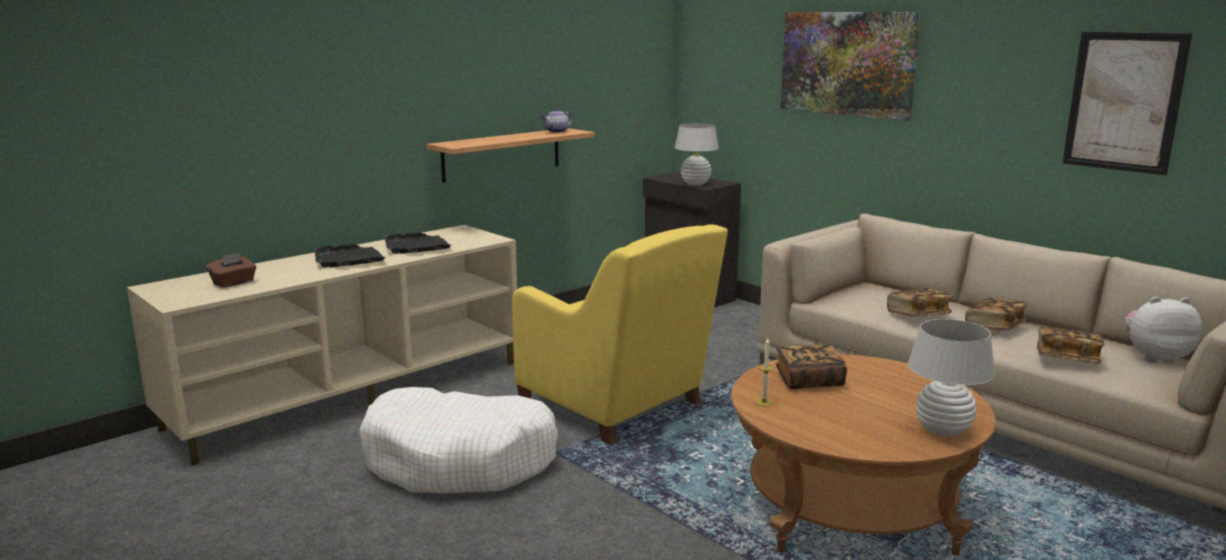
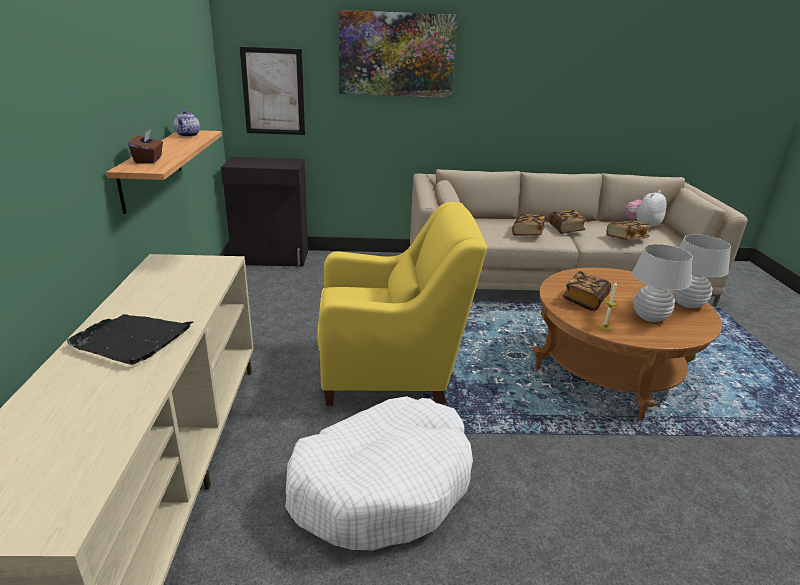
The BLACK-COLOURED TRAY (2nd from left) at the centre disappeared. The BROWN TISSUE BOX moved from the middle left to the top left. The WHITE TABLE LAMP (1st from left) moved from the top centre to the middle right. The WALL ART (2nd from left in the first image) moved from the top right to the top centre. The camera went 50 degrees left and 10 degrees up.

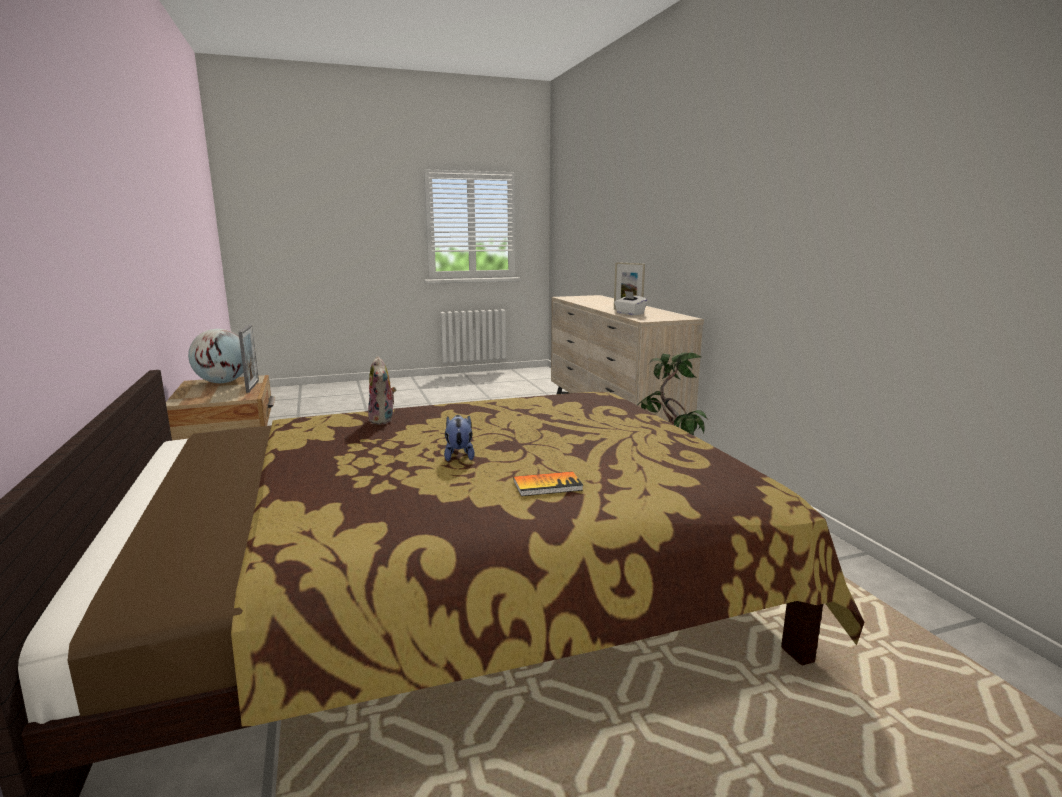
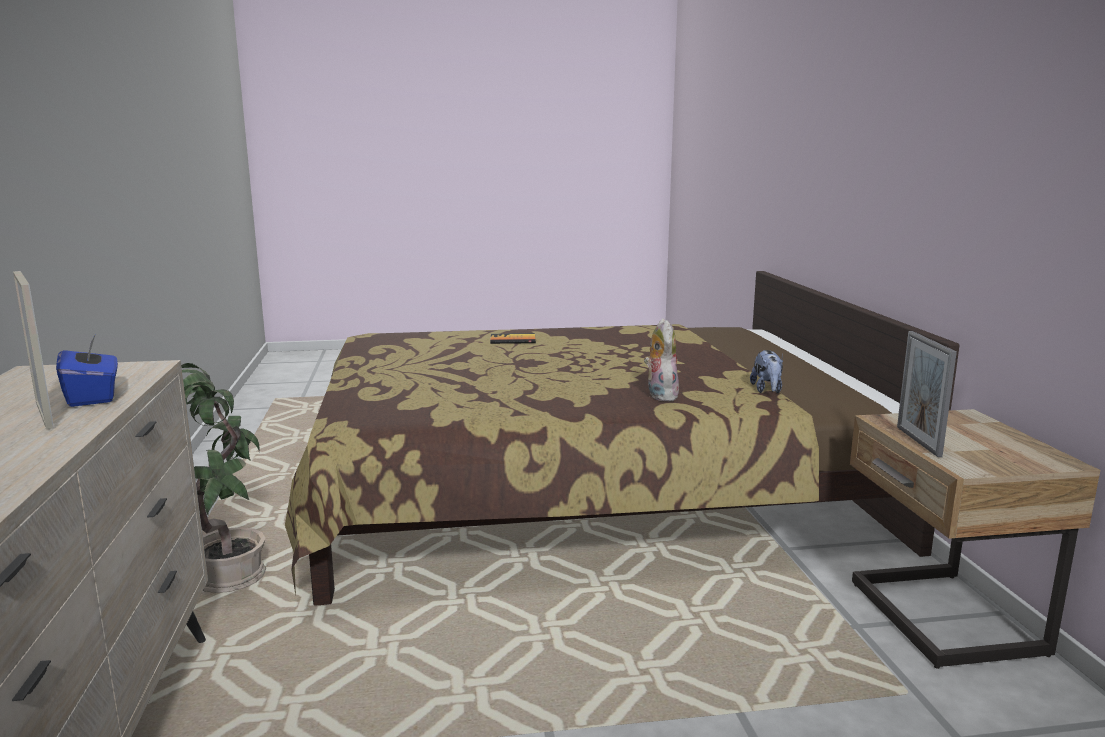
The DESK GLOBE at the middle left disappeared. The PLUSH TOY (2nd from left) moved from the centre to the middle right. The WHITE TISSUE BOX at the centre became the BLUE-COLOURED TISSUE BOX at the middle left. The camera went 170 degrees left and 0 degrees up.

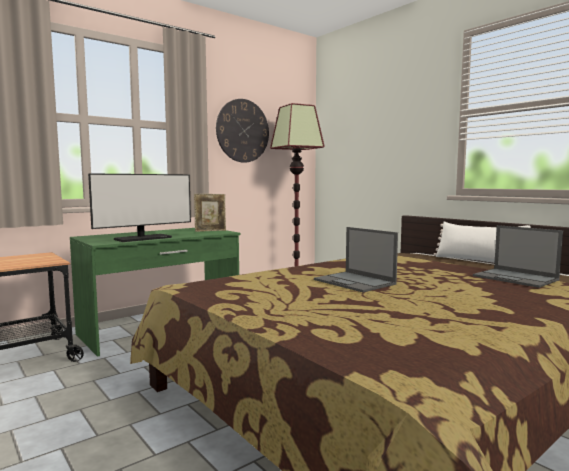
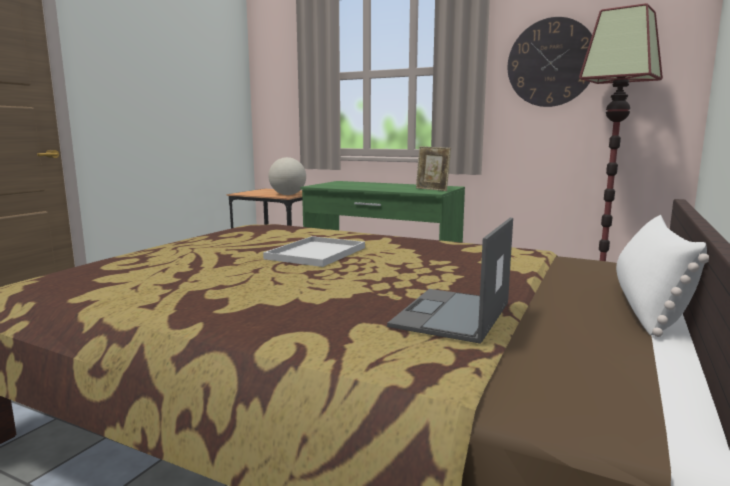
The MONITOR at the middle left disappeared. The DESK GLOBE at the centre appeared. The PORTABLE COMPUTER (1st from left) at the centre was replaced by the WHITE TRAY at the centre. The camera went 65 degrees right and 5 degrees up.

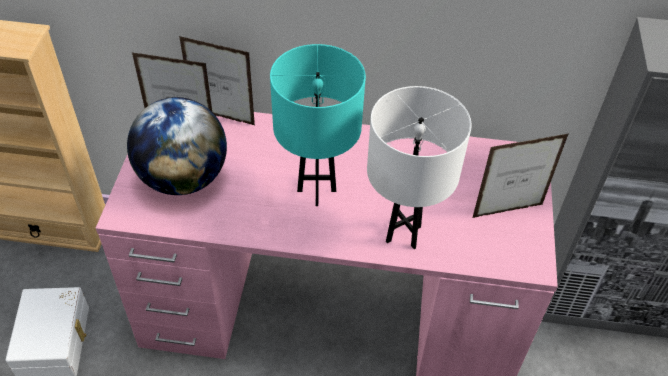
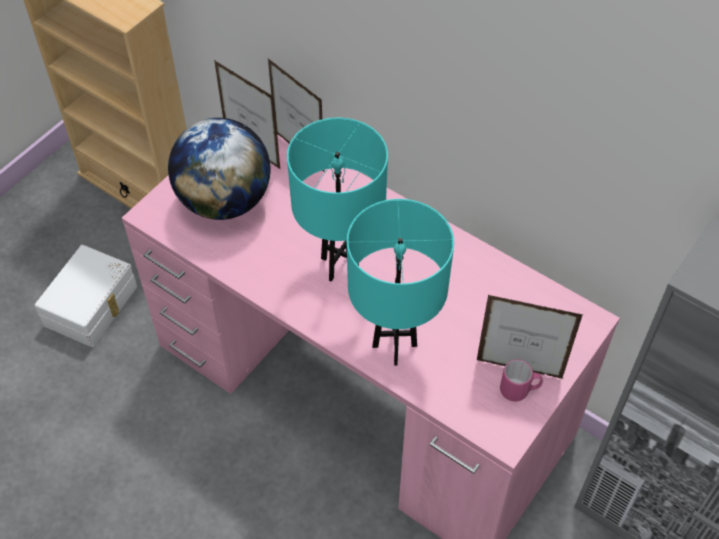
The PINK-COLOURED COFFEE MUG at the bottom right appeared. The WHITE TABLE LAMP at the centre became the BLUE-GREEN TABLE LAMP (2nd from left) at the centre. The camera went 30 degrees right and 5 degrees up.

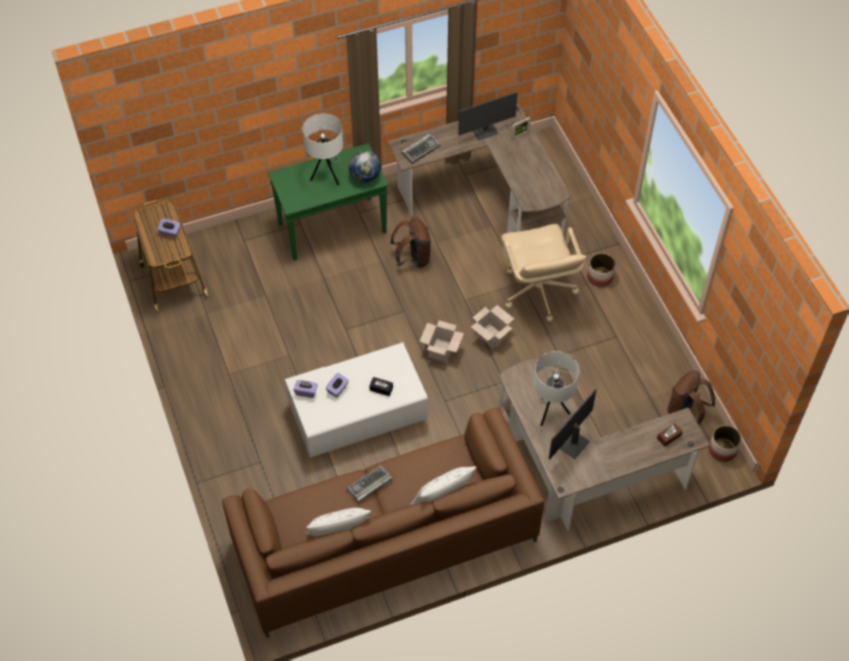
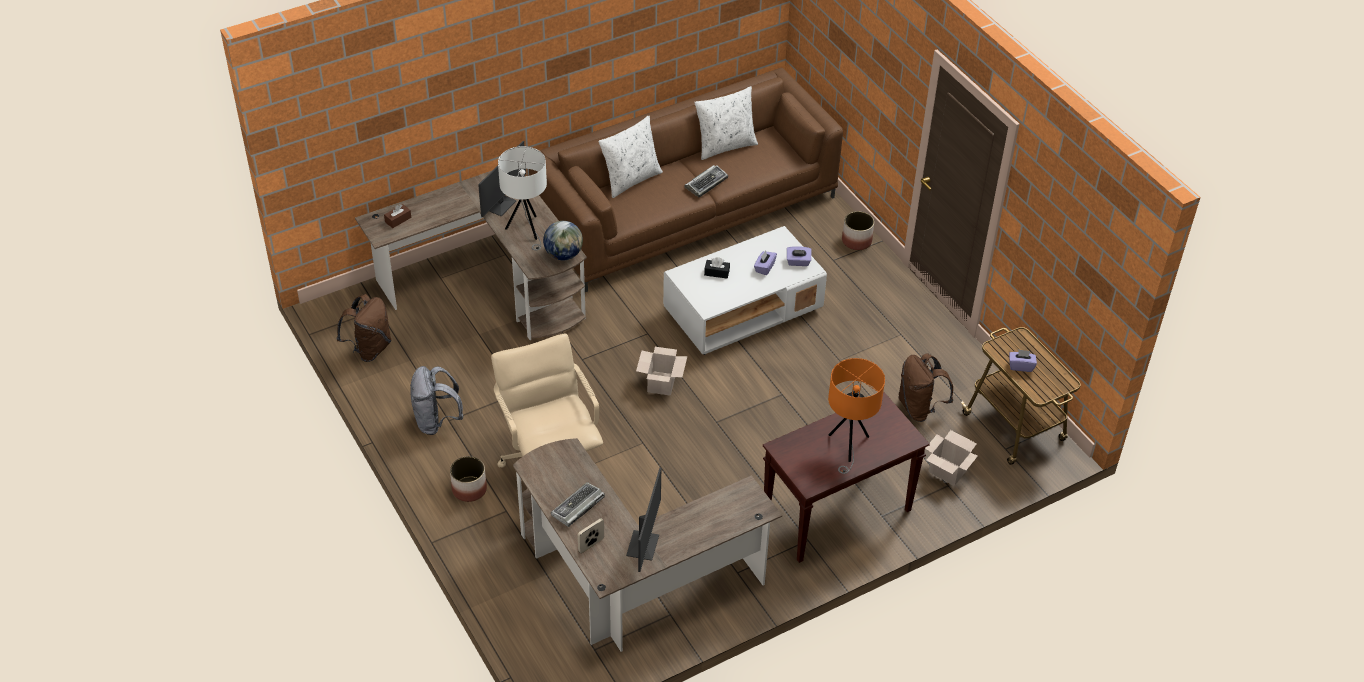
The GREY RUCKSACK at the middle left appeared. The DESK GLOBE moved from the top centre to the centre. The BROWN RUCKSACK (1st from left in the first image) moved from the centre to the middle right. The COMPUTER KEYBOARD (2nd from left in the first image) moved from the top centre to the bottom centre. The CARDBOARD BOX (2nd from left) moved from the centre to the bottom right. The PLANT POT (2nd from left) moved from the bottom right to the centre. The GREEN-COLOURED NARROW TABLE at the top centre became the BROWN NARROW TABLE at the bottom centre. The WHITE TABLE LAMP (1st from left) at the top centre became the ORANGE-COLOURED TABLE LAMP at the centre. The MONITOR (1st from left in the first image) at the top centre turned 135 degrees clockwise. The camera went 170 degrees right and 10 degrees down.

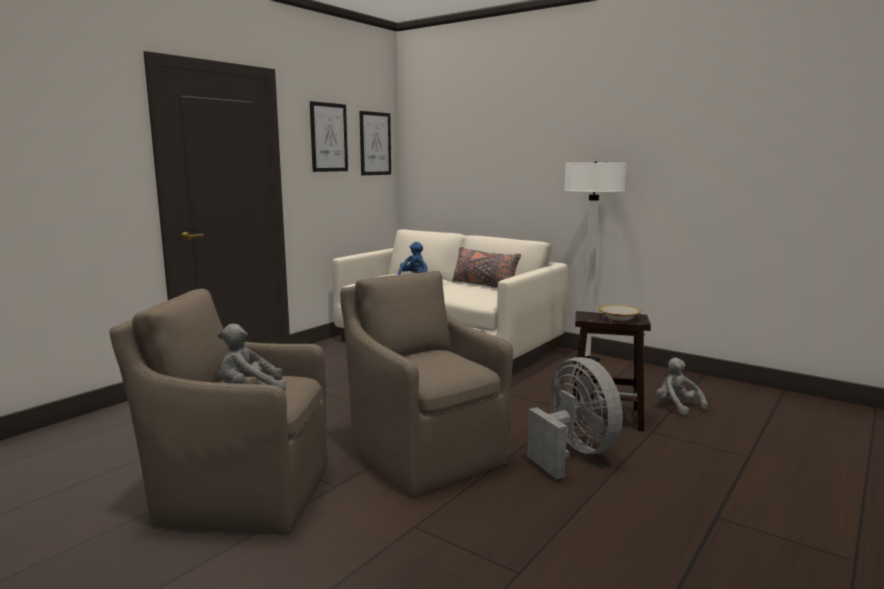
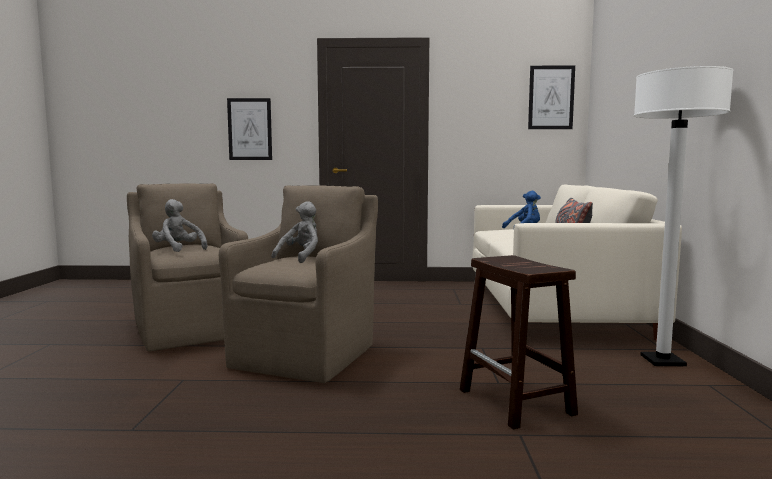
The GREY COOLING FAN at the bottom centre disappeared. The SERVING BOWL at the middle right disappeared. The WALL ART (1st from left) moved from the top centre to the top left. The GREY PLUSH TOY (2nd from left) moved from the middle right to the centre. The camera went 55 degrees right and 5 degrees down.

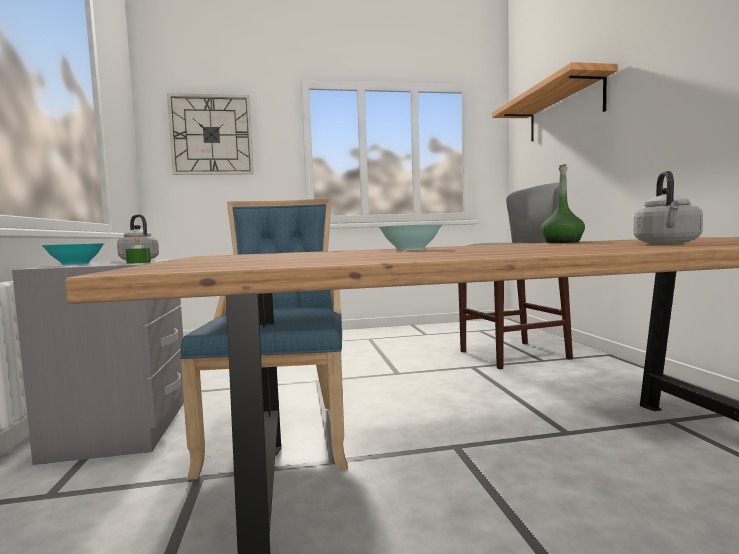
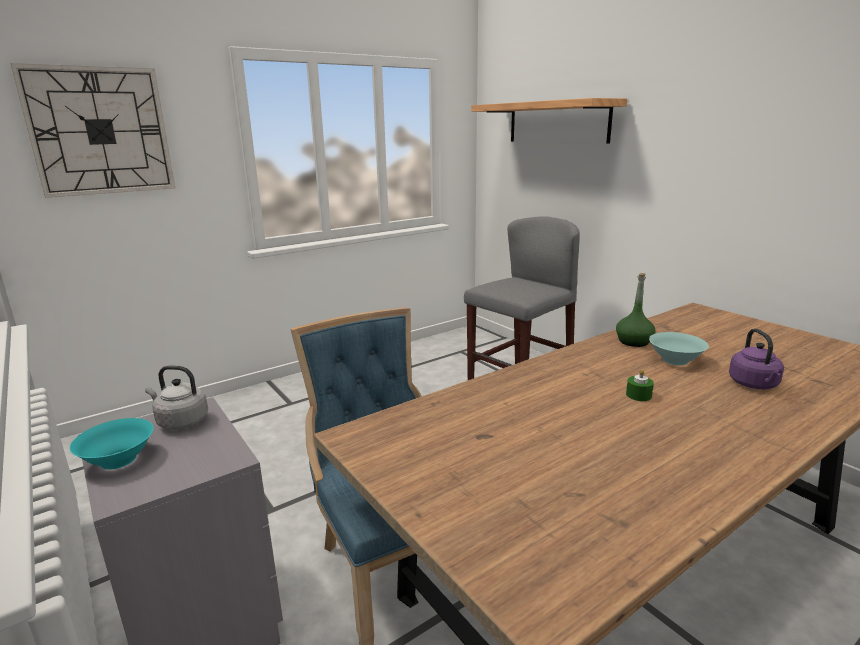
The GREEN-COLOURED CANDLE moved from the middle left to the middle right. The BLUE-GREEN SERVING BOWL (2nd from left) moved from the centre to the middle right. The GREY TEA KETTLE (2nd from left) at the middle right became the PURPLE-COLOURED TEA KETTLE at the middle right. The camera went 25 degrees left and 15 degrees up.

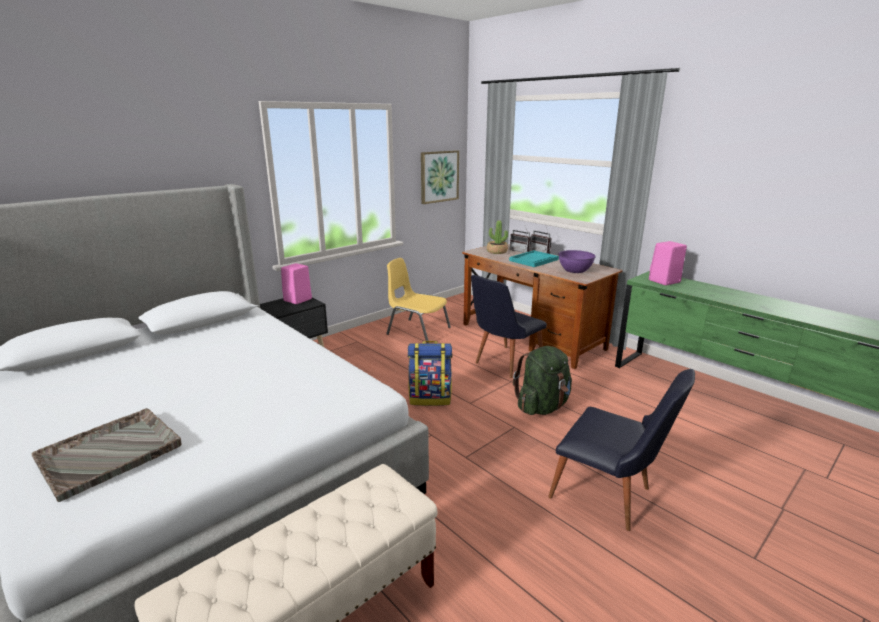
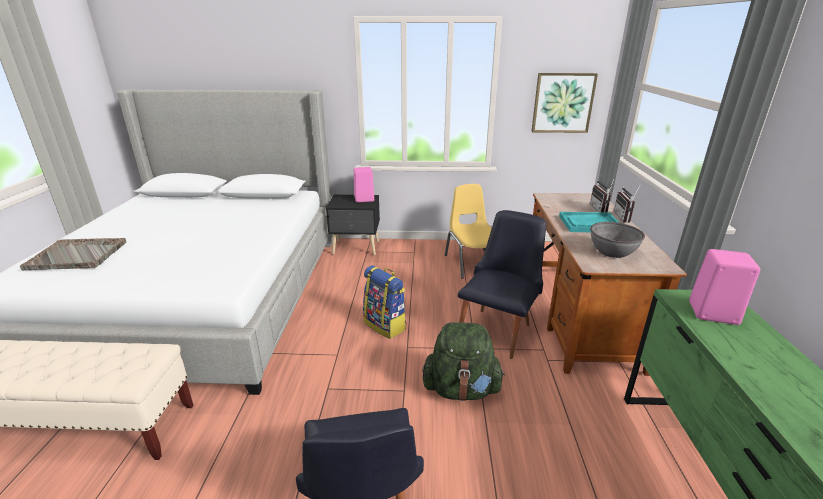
The PLANT IN A POT at the centre disappeared. The PURPLE-COLOURED SERVING BOWL at the centre became the GREY SERVING BOWL at the middle right. The BLACK-COLOURED PLAIN CHAIR (1st from left in the first image) at the centre turned 120 degrees clockwise. The camera went 45 degrees right and 5 degrees up.

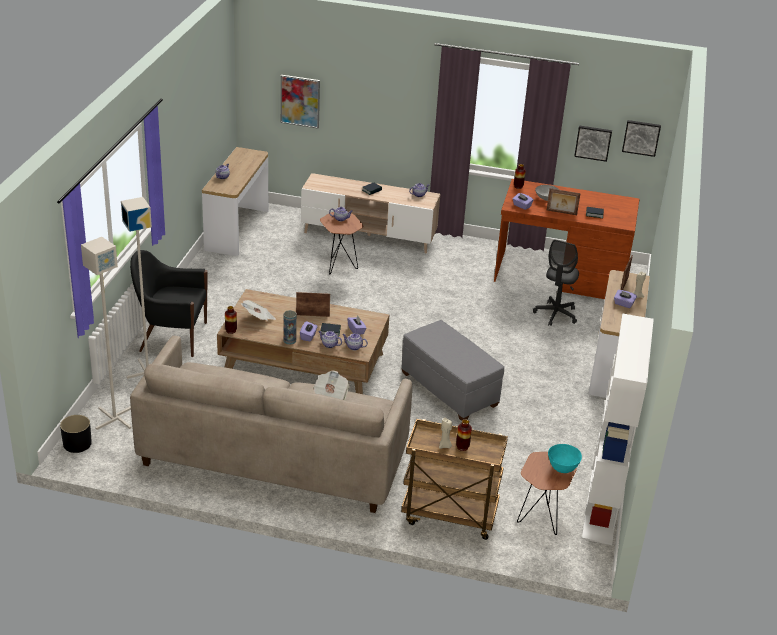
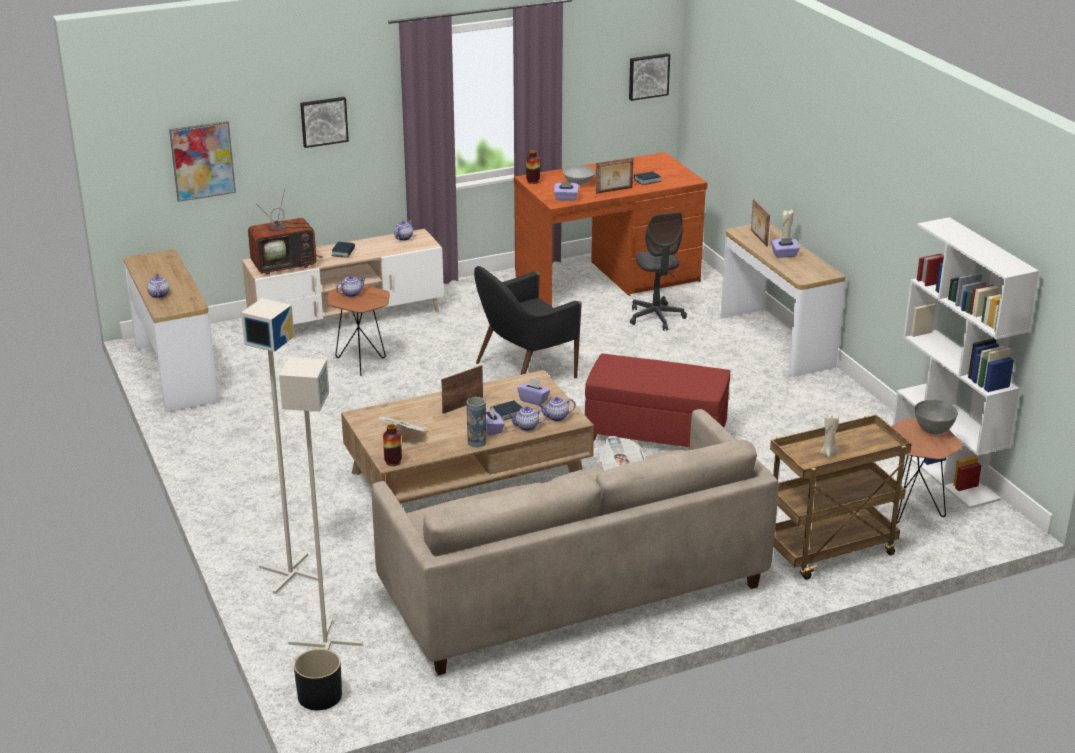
The DECORATIVE VASE (3rd from left) at the bottom centre disappeared. The TV at the top left appeared. The BLACK-COLOURED LOUNGE CHAIR moved from the middle left to the centre. The WALL ART (2nd from left) moved from the top right to the top left. The GREY FOOTREST at the centre became the REDDISH FOOTREST at the centre. The BLUE-GREEN SERVING BOWL at the bottom right became the GREY SERVING BOWL (2nd from left) at the middle right. The camera went 35 degrees left and 5 degrees down.

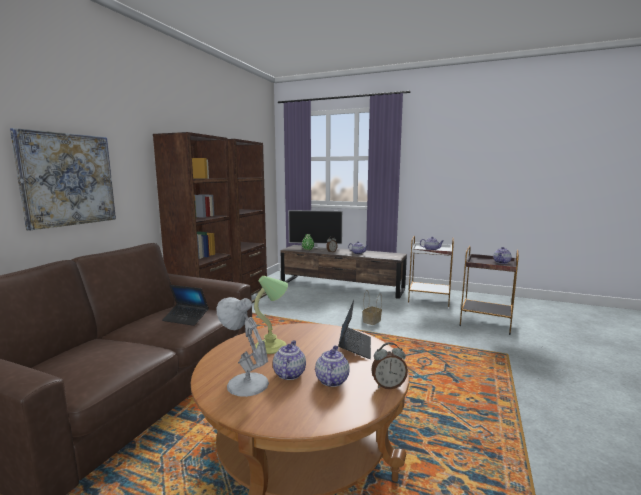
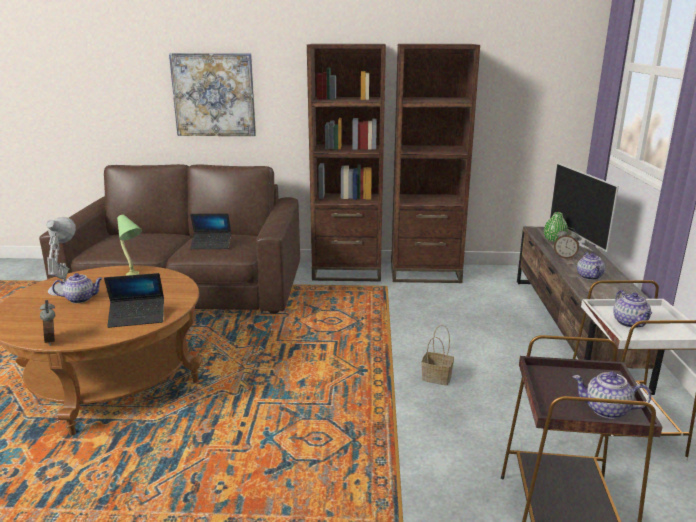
The TEA POT (2nd from left) at the bottom centre disappeared. The PORTABLE COMPUTER (1st from left in the first image) at the middle left turned 90 degrees counterclockwise. The camera went 70 degrees right and 10 degrees up.

